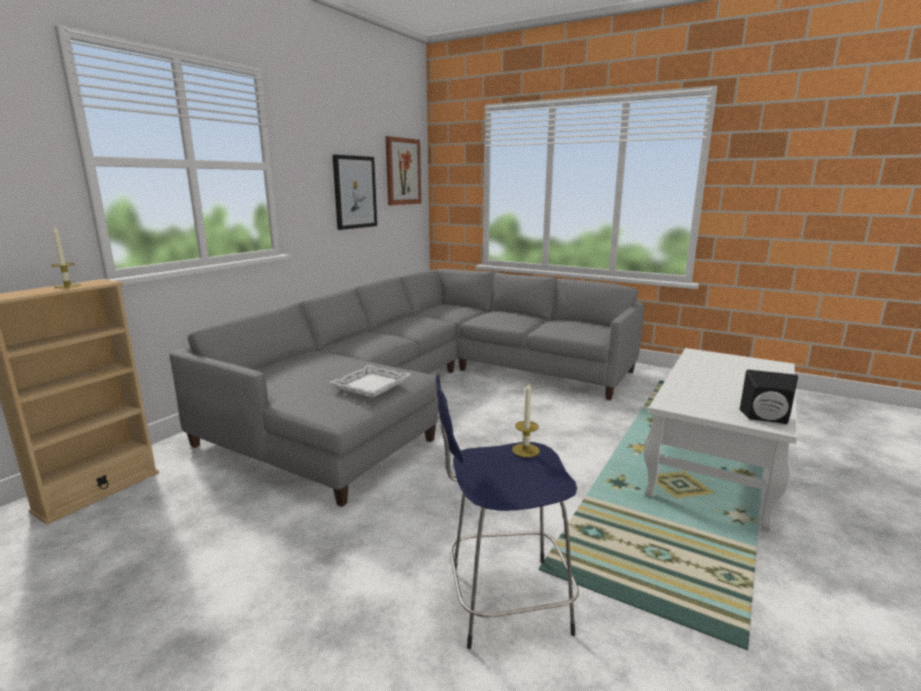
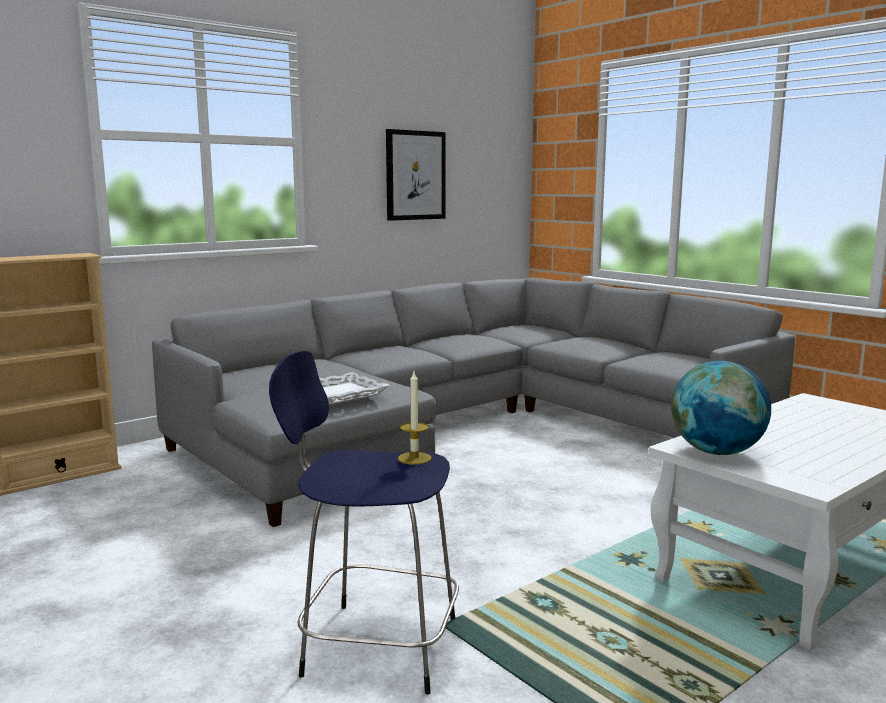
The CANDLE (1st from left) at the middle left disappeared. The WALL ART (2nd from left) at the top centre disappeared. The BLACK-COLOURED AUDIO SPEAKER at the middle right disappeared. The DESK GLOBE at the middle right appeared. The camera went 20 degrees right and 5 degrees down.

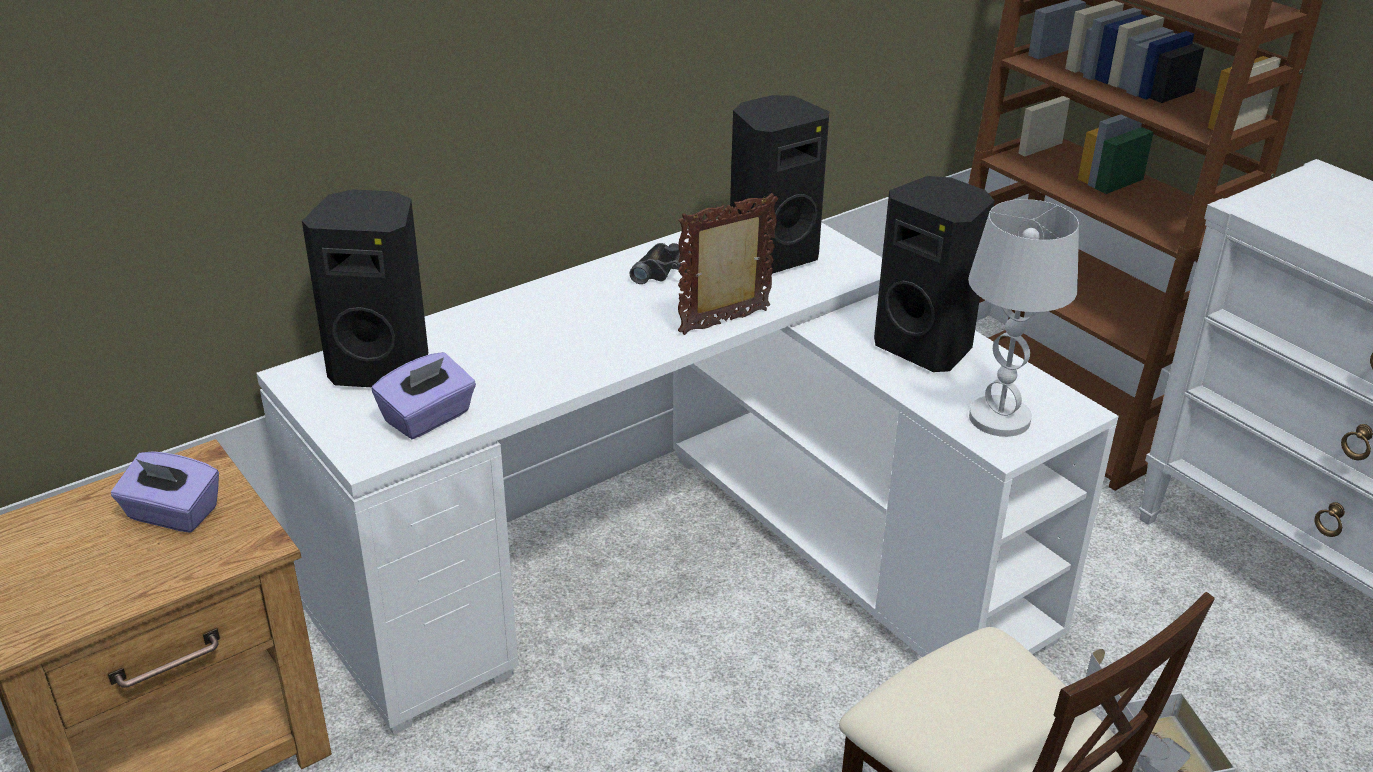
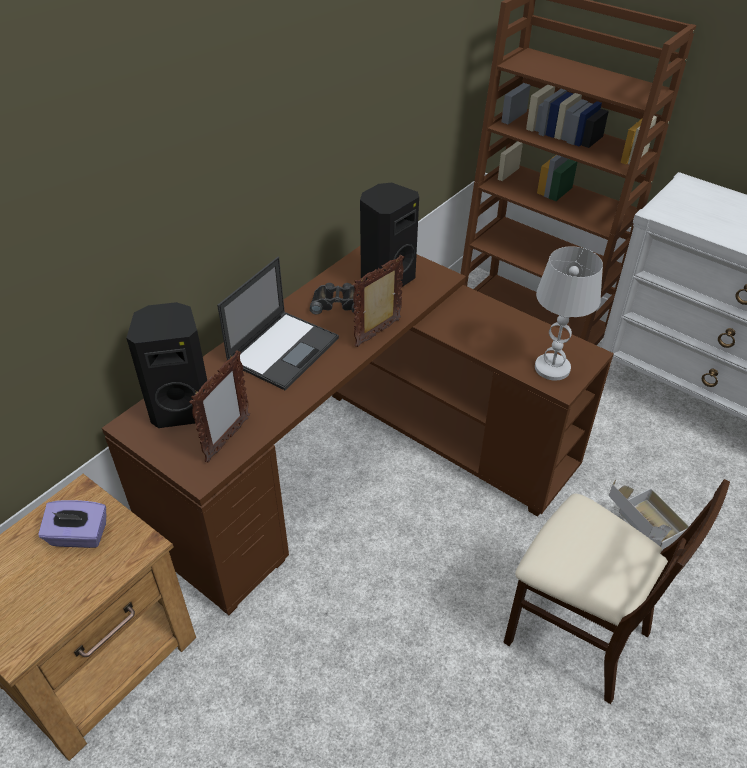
The BLACK-COLOURED AUDIO SPEAKER (3rd from left) at the middle right disappeared. The PORTABLE COMPUTER at the centre appeared. The PURPLE-COLOURED TISSUE BOX (2nd from left) at the middle left was replaced by the PICTURE FRAME (1st from left) at the middle left. The WHITE DESK at the centre became the BROWN DESK at the centre. The camera went 15 degrees left and 10 degrees up.

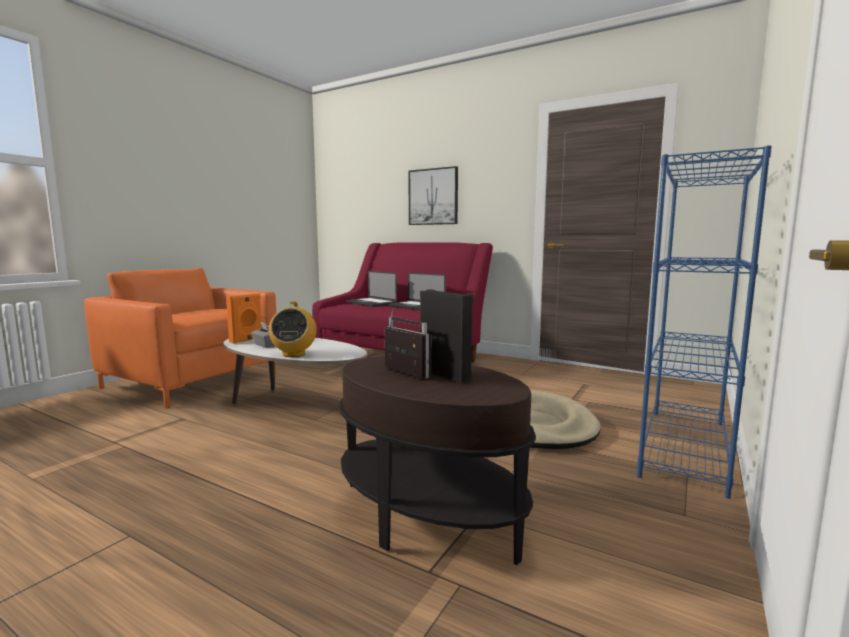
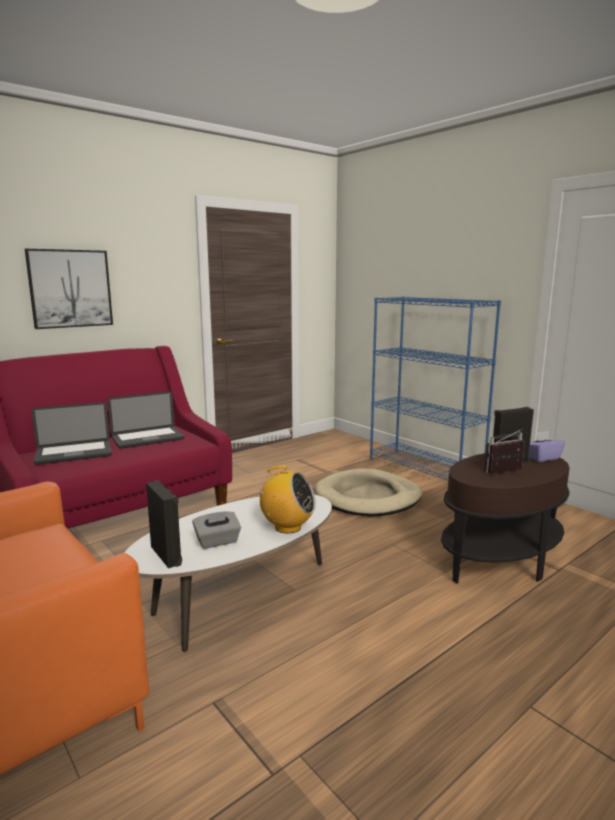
The PURPLE-COLOURED TISSUE BOX at the middle right appeared. The ORANGE-COLOURED AUDIO SPEAKER at the middle left became the BLACK-COLOURED AUDIO SPEAKER (1st from left) at the middle left. The camera went 70 degrees left and 5 degrees up.

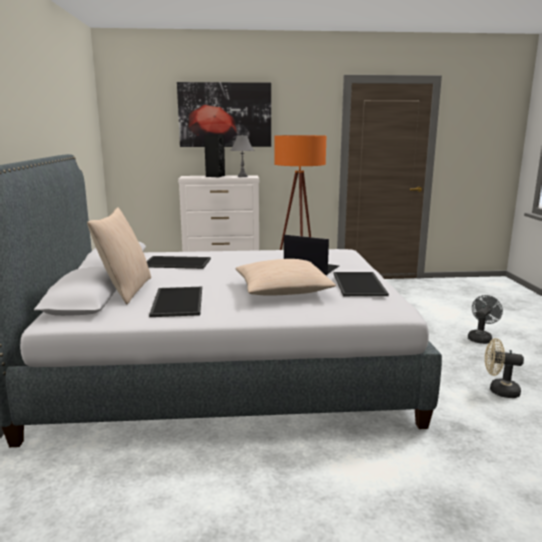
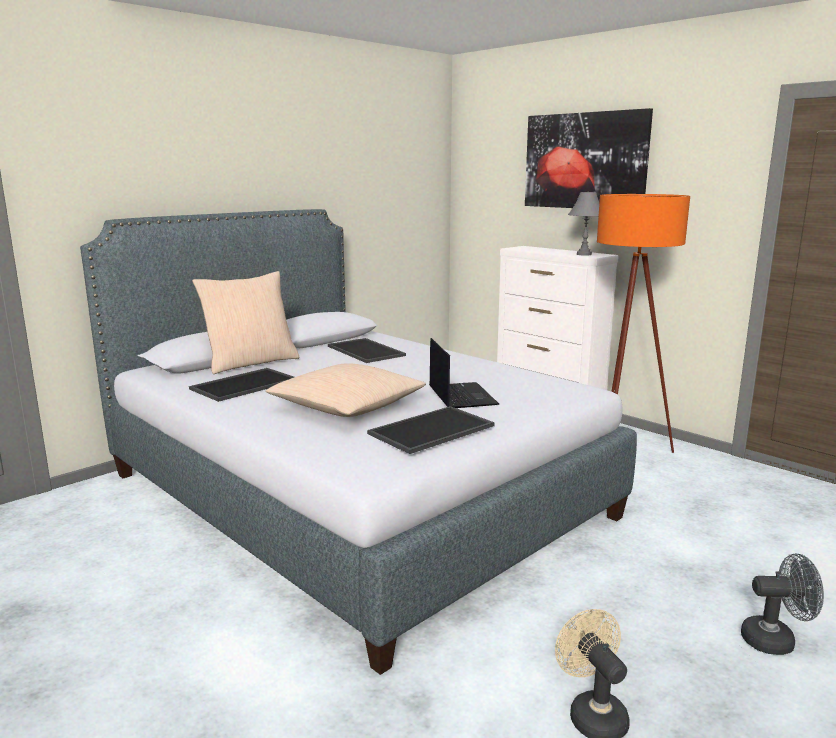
The BLACK-COLOURED AUDIO SPEAKER at the top centre disappeared. The camera went 50 degrees right and 0 degrees up.

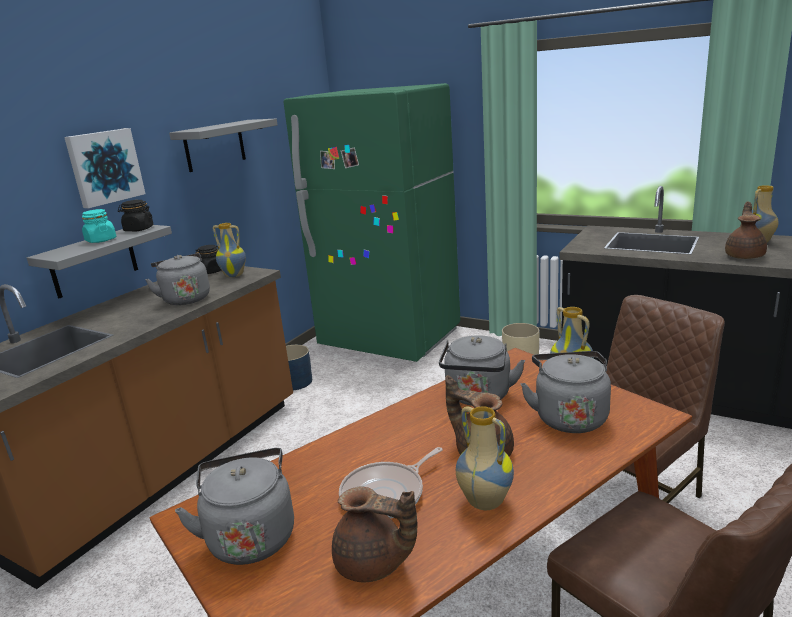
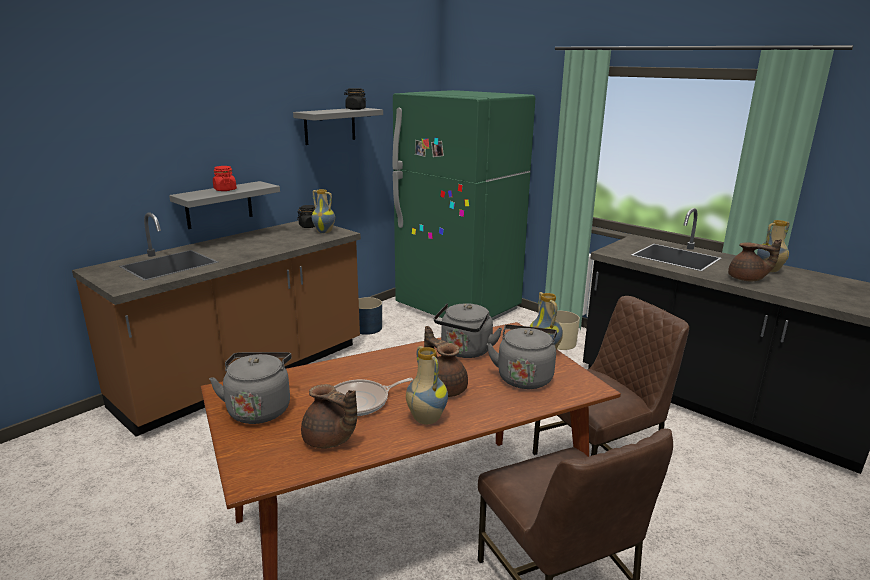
The WALL ART at the top left disappeared. The GREY TEA KETTLE (1st from left) at the middle left disappeared. The BLACK-COLOURED JAR (1st from left in the first image) moved from the middle left to the top centre. The BLUE-GREEN JAR at the middle left became the REDDISH JAR at the top left. The BROWN TEA POT (3rd from left) at the middle right turned 75 degrees clockwise. The camera went 10 degrees right and 0 degrees up.

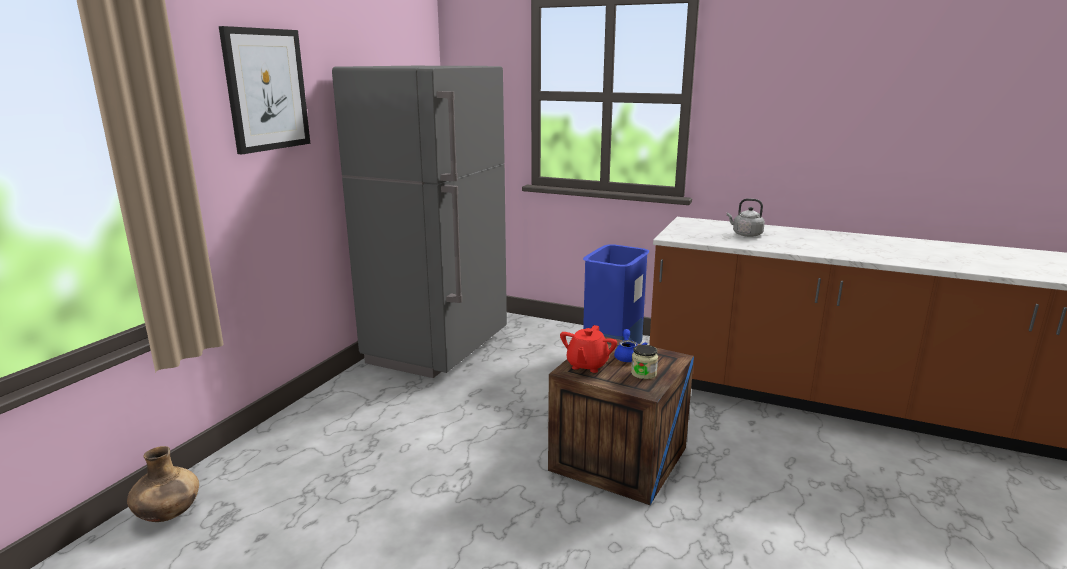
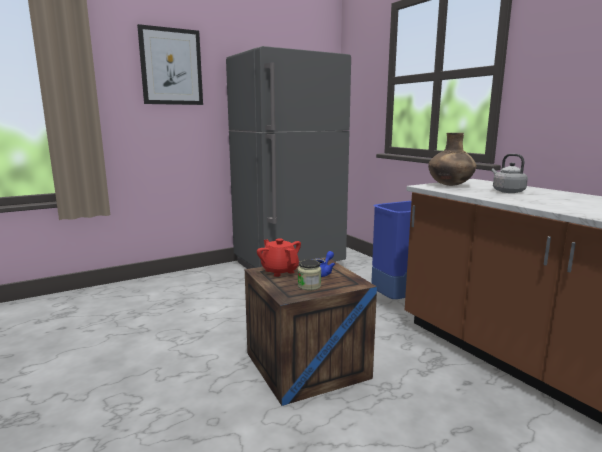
The BROWN DECORATIVE VASE moved from the bottom left to the middle right. The REDDISH TEA POT at the centre turned 90 degrees clockwise. The camera went 35 degrees right and 5 degrees down.

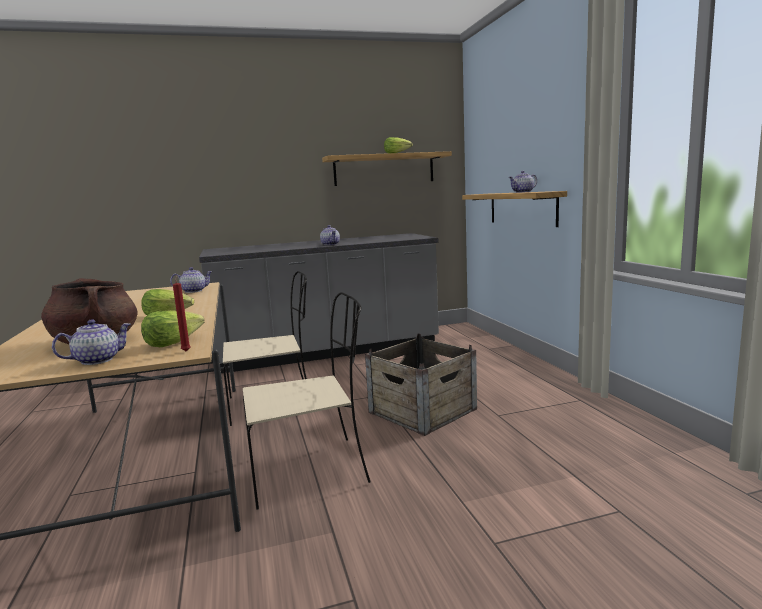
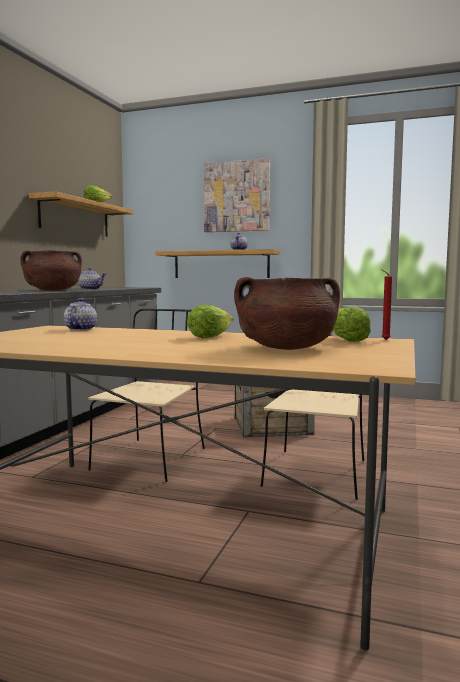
The TEA POT (1st from left) at the middle left disappeared. The BROWN COOKING POT (1st from left) at the middle left appeared. The WALL ART at the top centre appeared. The camera went 55 degrees left and 5 degrees down.

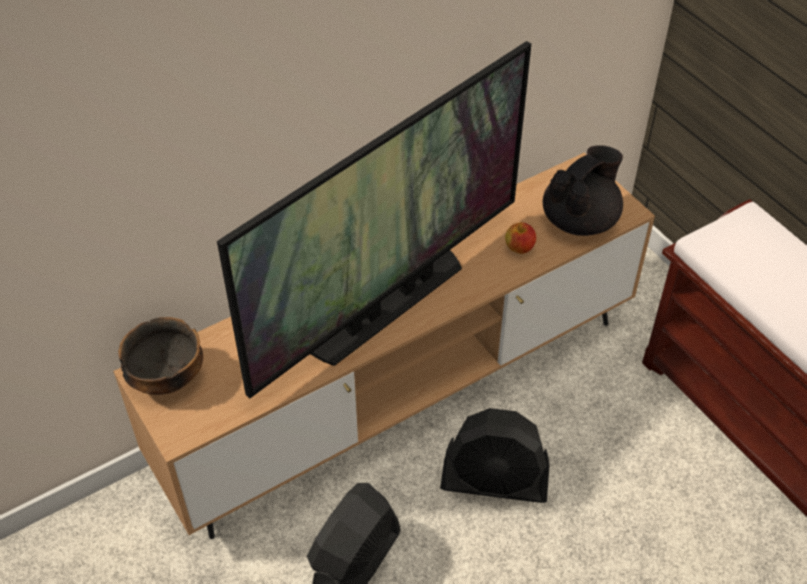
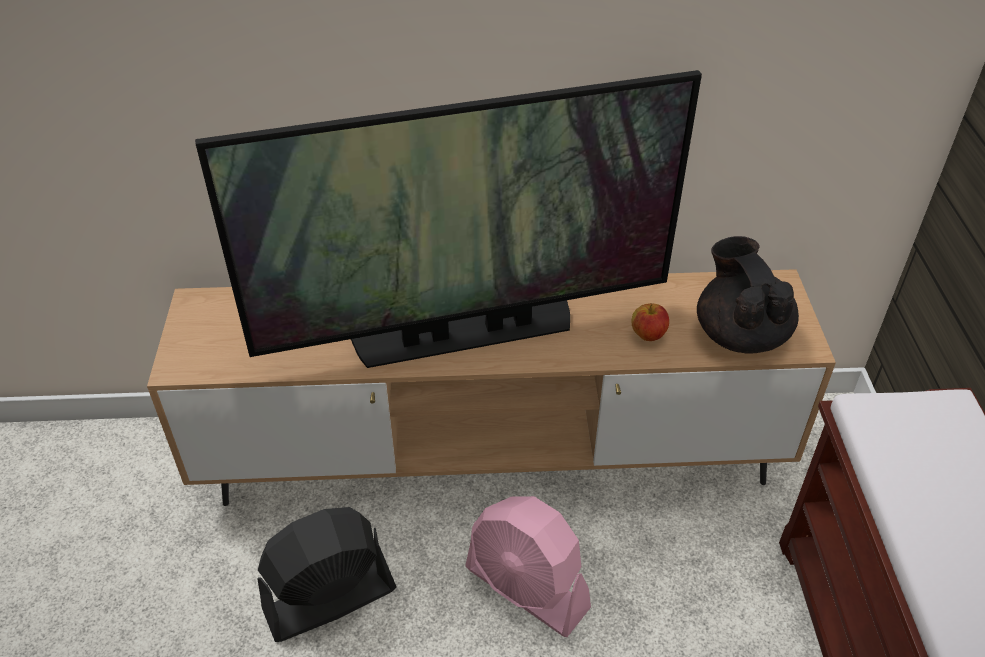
The SERVING BOWL at the middle left disappeared. The BLACK-COLOURED COOLING FAN (2nd from left) at the bottom centre became the PINK-COLOURED COOLING FAN at the bottom centre. The BLACK-COLOURED TEA POT at the top right turned 90 degrees counterclockwise. The camera went 30 degrees right and 5 degrees down.

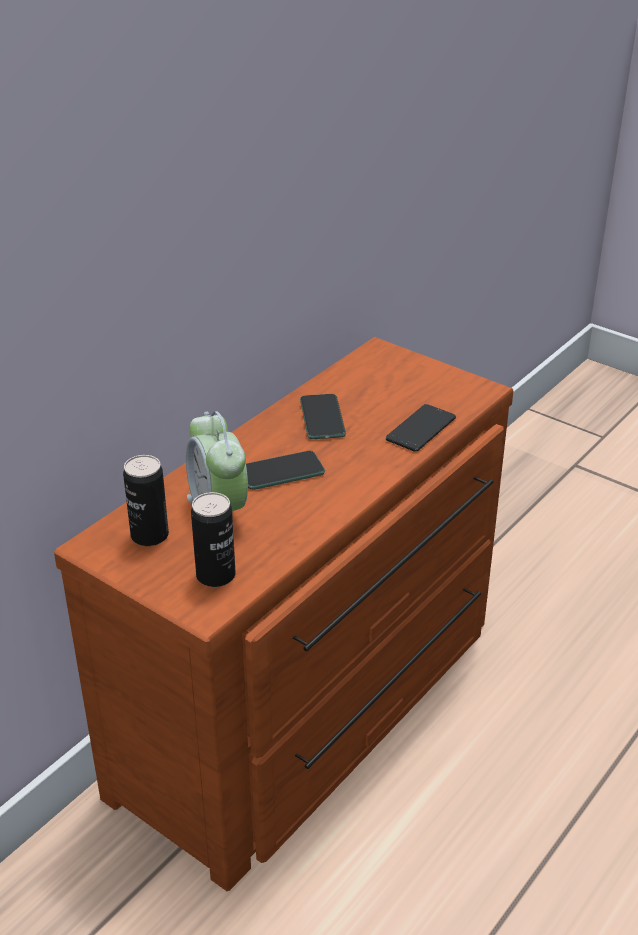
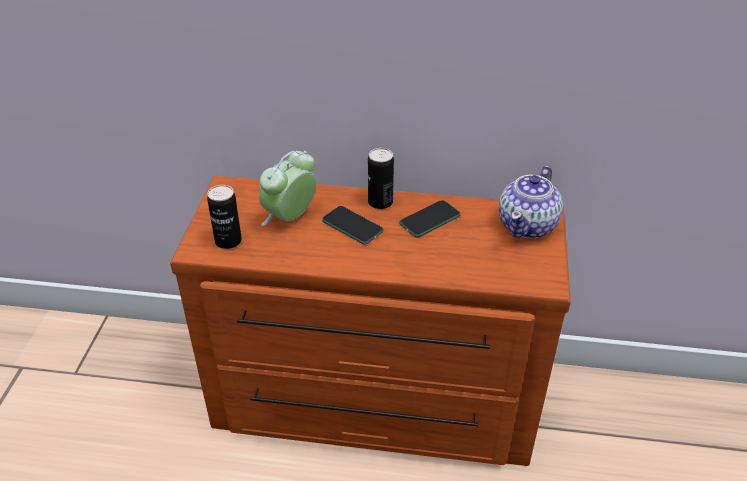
The TELEPHONE (3rd from left) at the centre disappeared. The TEA POT at the middle right appeared. The SEALED CAN (1st from left in the first image) moved from the middle left to the centre. The camera went 60 degrees right and 5 degrees up.

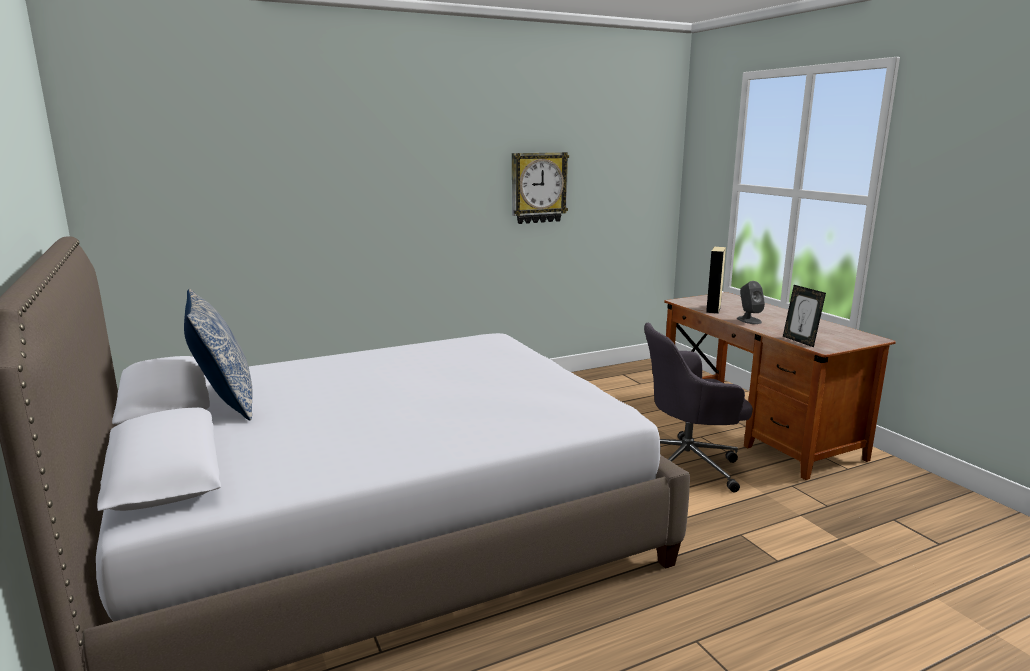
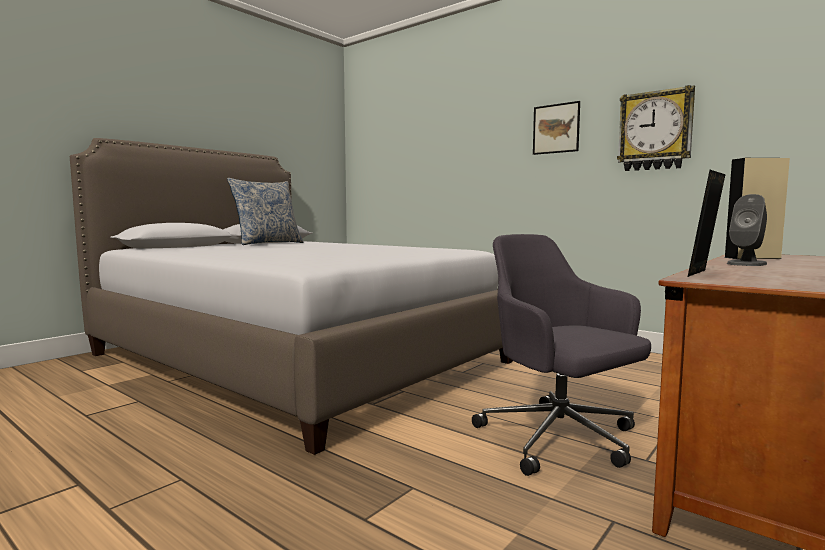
The WALL ART at the top right appeared. The camera went 65 degrees right and 10 degrees down.

